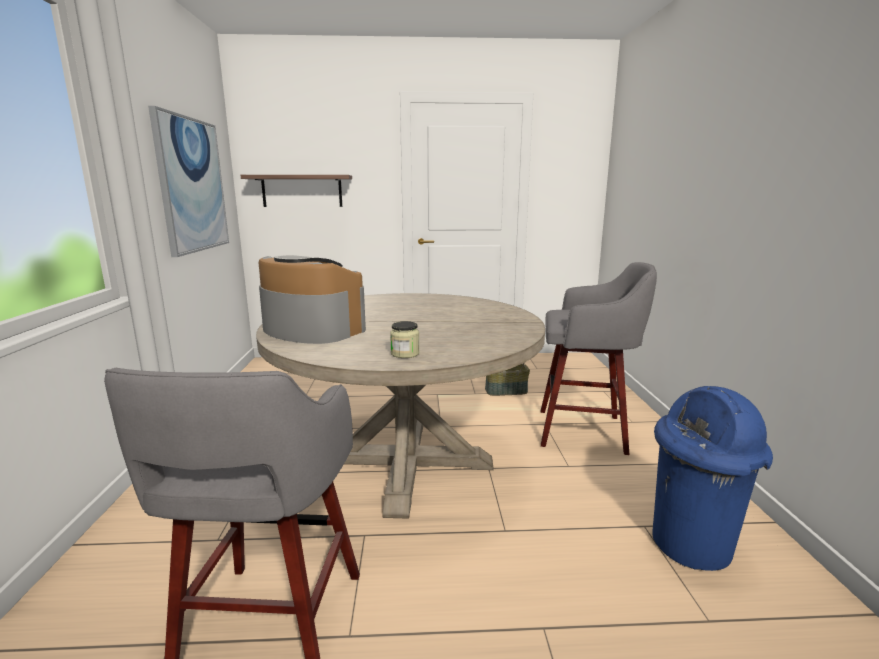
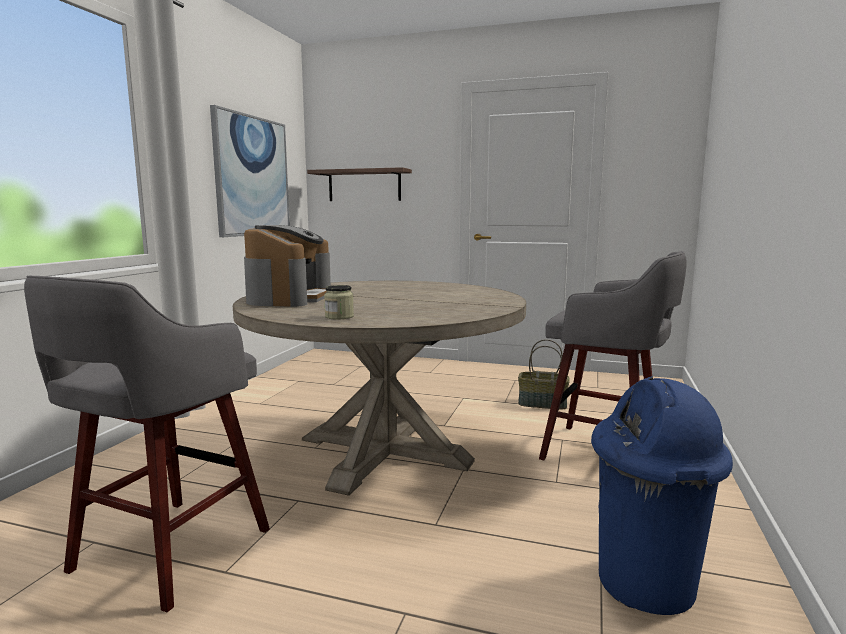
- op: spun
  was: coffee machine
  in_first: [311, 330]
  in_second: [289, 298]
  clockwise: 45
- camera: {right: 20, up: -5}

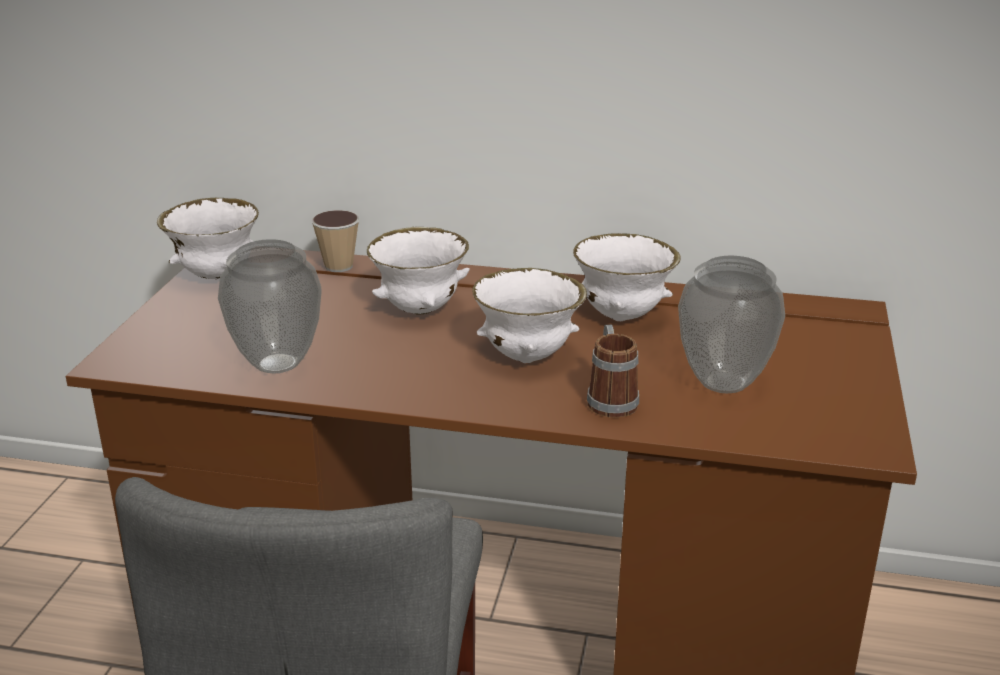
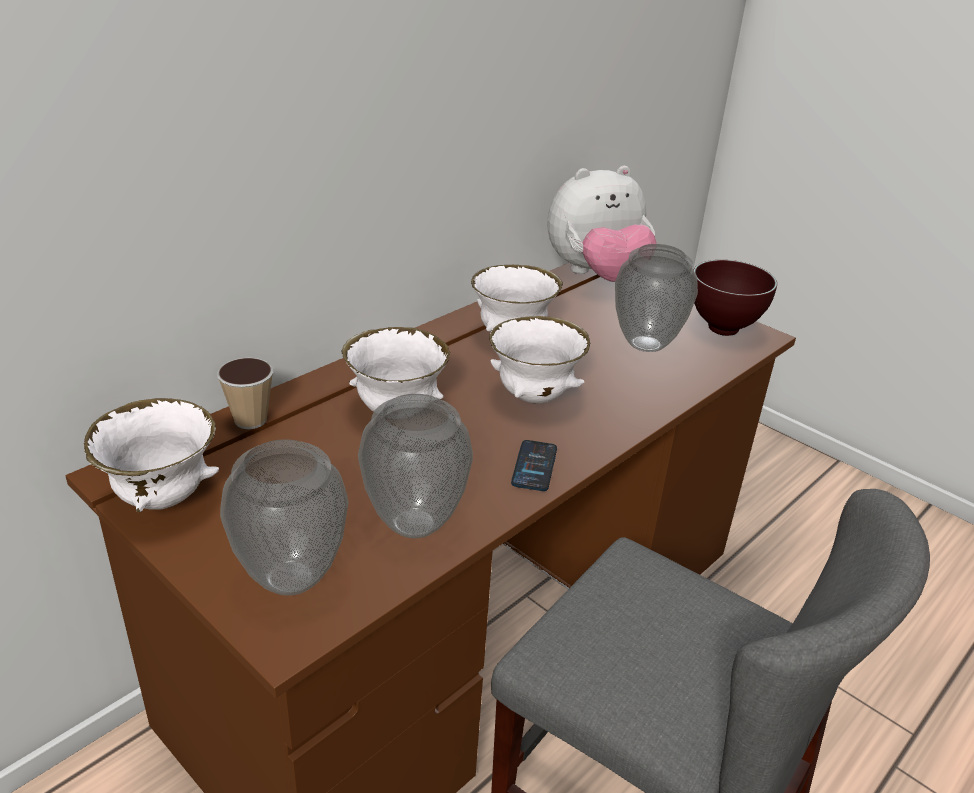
- op: missing
  was: mug
  in_first: [610, 399]
- op: appeared
  now: vase
  in_second: [290, 579]
- op: appeared
  now: phone
  in_second: [534, 466]
- op: appeared
  now: plush toy
  in_second: [596, 276]
- op: appeared
  now: brown bowl
  in_second: [723, 331]
- camera: {right: -60, up: 5}

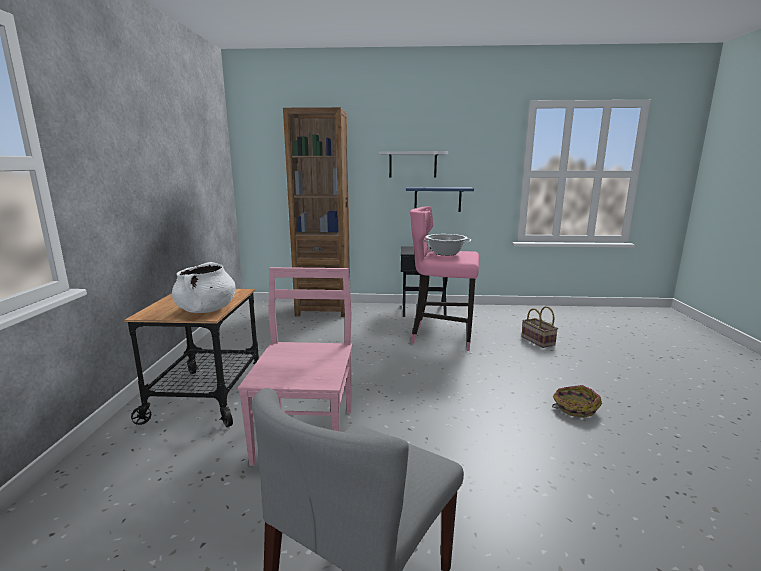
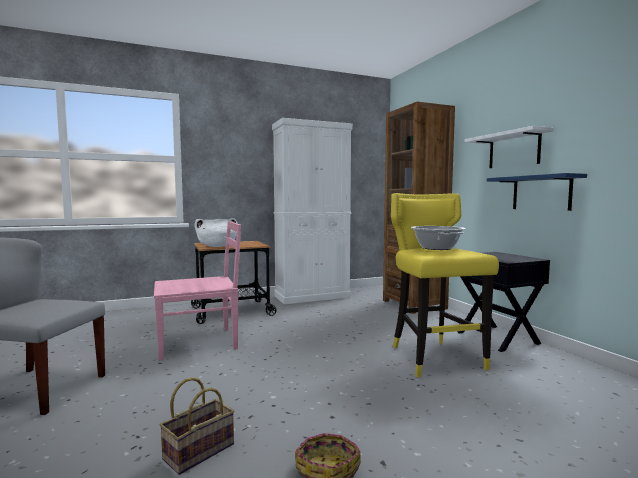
- op: colour
  was: pink stool
  now: yellow stool
  in_first: [441, 337]
  in_second: [434, 358]
- op: relocated
  was: basket
  in_first: [536, 341]
  in_second: [200, 450]
- op: appeared
  now: white cabinet
  in_second: [312, 296]
- camera: {right: 65, up: -10}

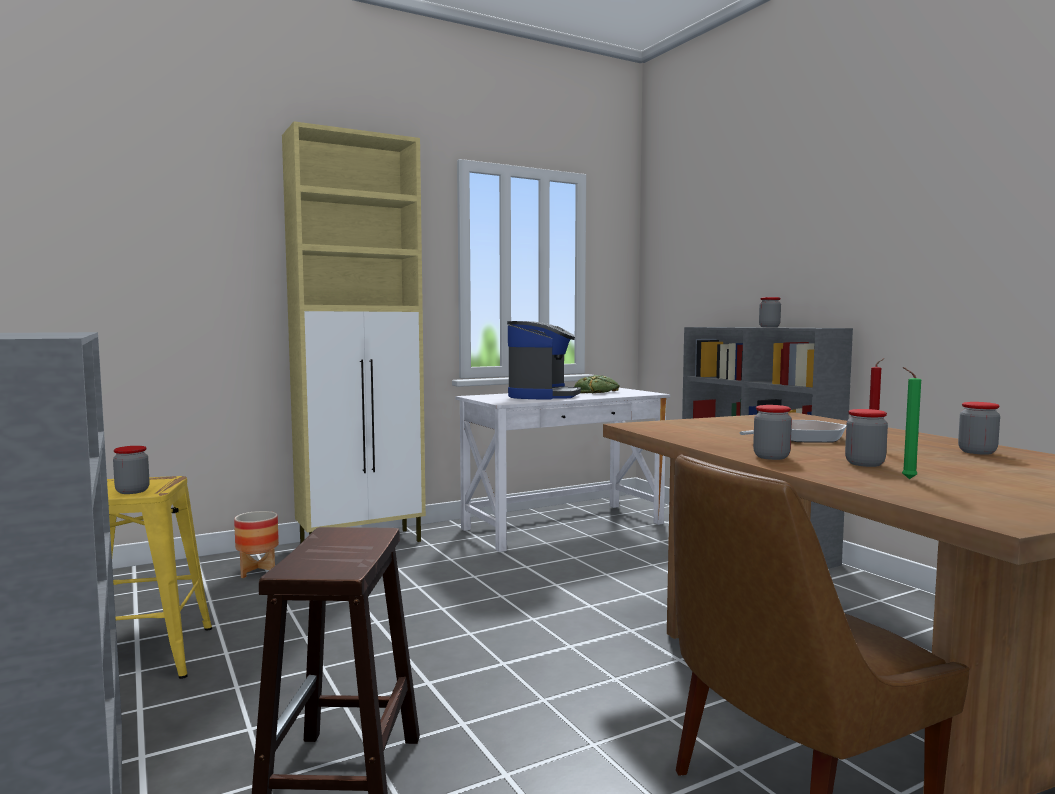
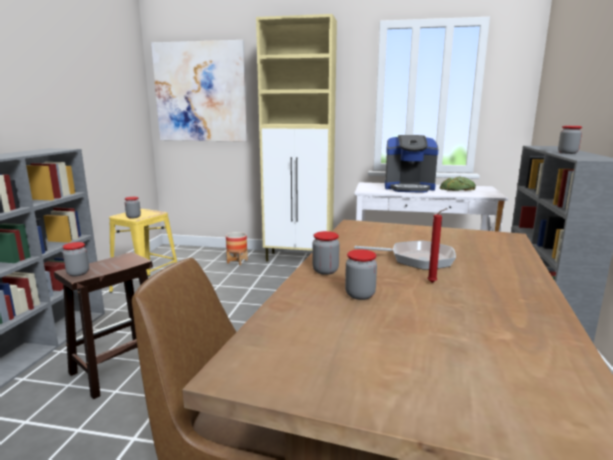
- op: spun
  was: coffee machine
  in_first: [542, 395]
  in_second: [409, 188]
  clockwise: 45
- op: missing
  was: green candle
  in_first: [906, 478]
- op: relocated
  was: jar
  in_first: [977, 452]
  in_second: [78, 273]
- op: appeared
  now: picture
  in_second: [200, 92]
- camera: {right: 40, up: 10}

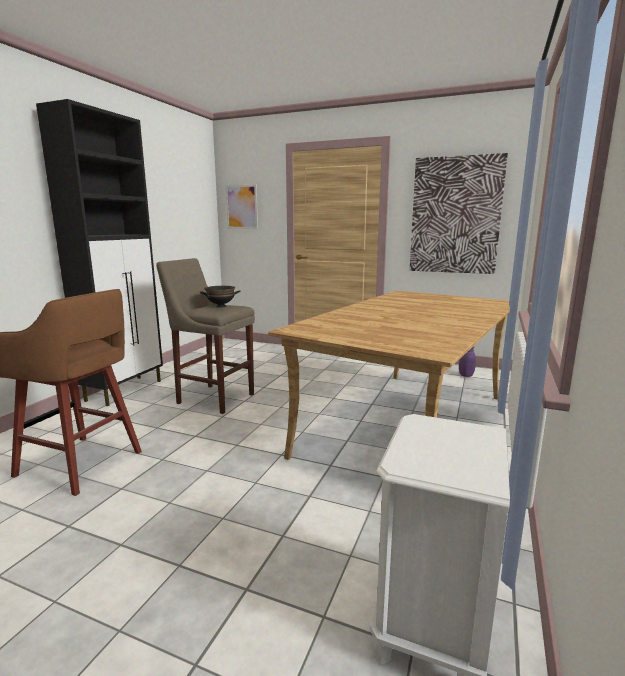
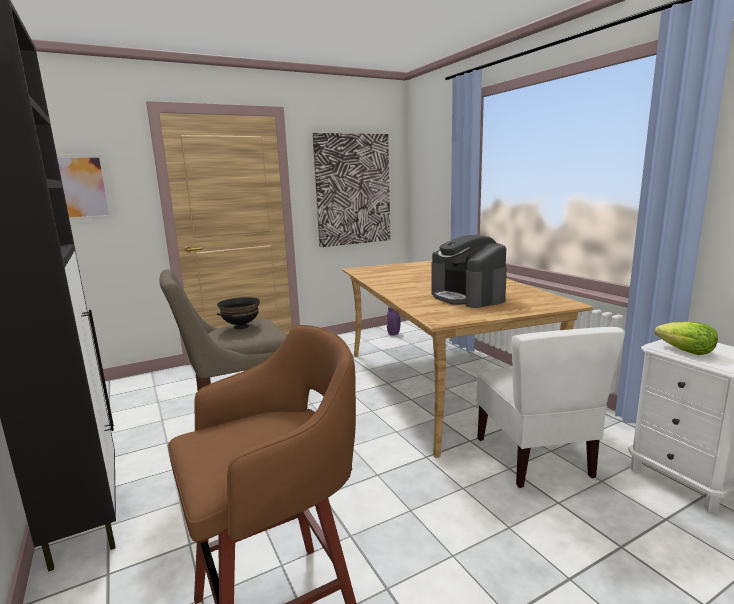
- op: appeared
  now: coffee machine
  in_second: [467, 297]
- op: appeared
  now: white chair
  in_second: [535, 457]
- op: appeared
  now: lettuce
  in_second: [686, 351]
- camera: {right: -50, up: 0}

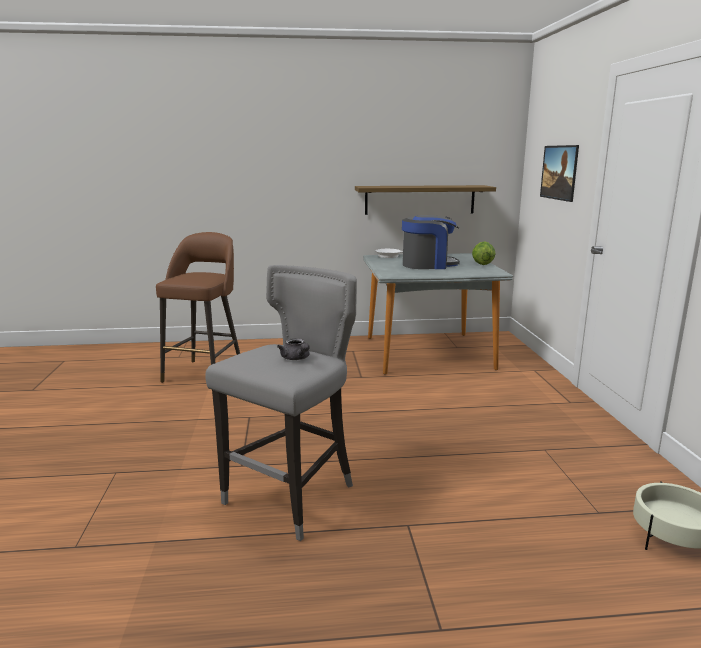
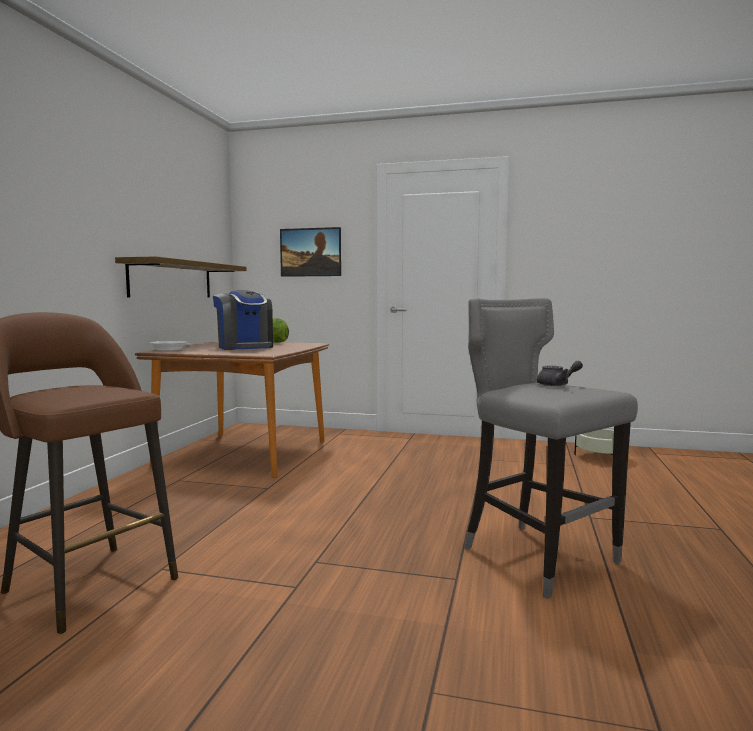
- op: colour
  was: grey dining table
  now: brown dining table
  in_first: [427, 353]
  in_second: [243, 454]
- op: spun
  was: coffee machine
  in_first: [428, 265]
  in_second: [245, 347]
  clockwise: 135
- camera: {right: -70, up: -10}

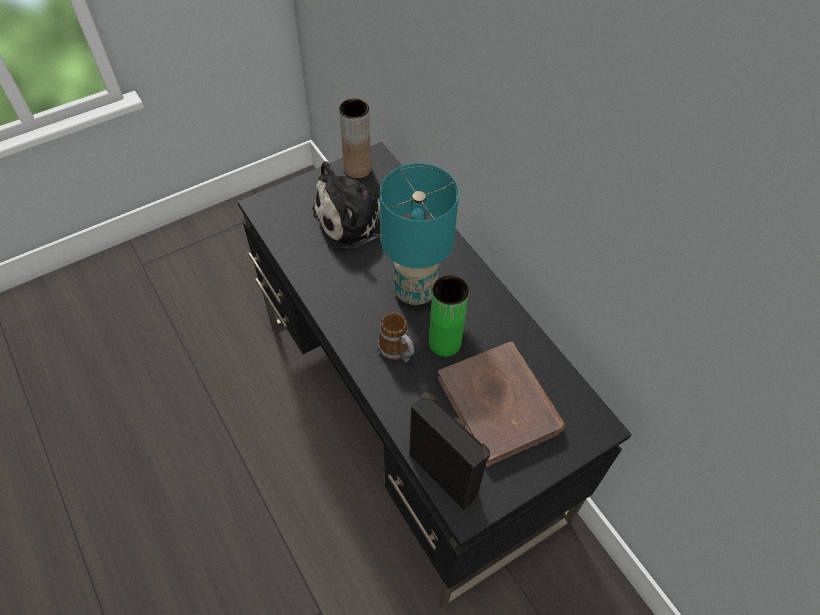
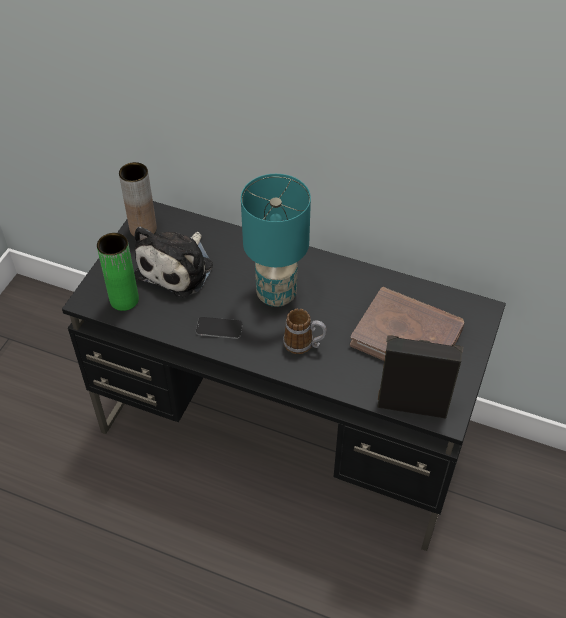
- op: relocated
  was: green vase
  in_first: [444, 343]
  in_second: [124, 300]
- op: appeared
  now: phone
  in_second: [219, 328]
- camera: {right: -35, up: -5}

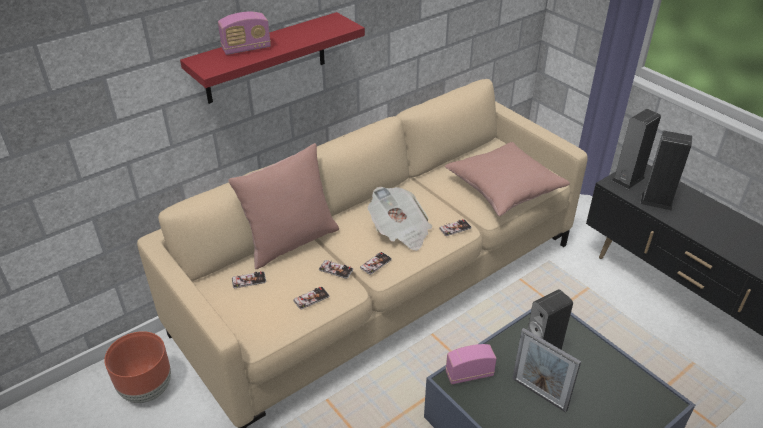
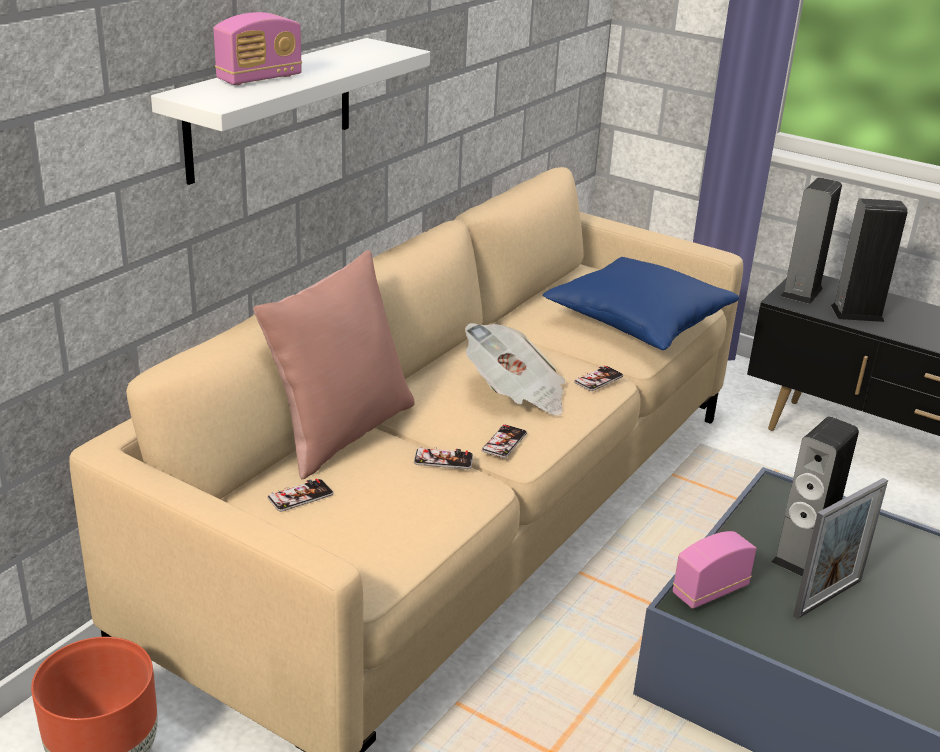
- op: colour
  was: red shelf
  now: white shelf
  in_first: [265, 58]
  in_second: [271, 109]
- op: missing
  was: phone
  in_first: [311, 298]
- op: colour
  was: pink pillow
  now: blue pillow
  in_first: [504, 188]
  in_second: [638, 322]
- op: spun
  was: picture frame
  in_first: [539, 394]
  in_second: [827, 598]
  clockwise: -60
- camera: {right: -20, up: -10}

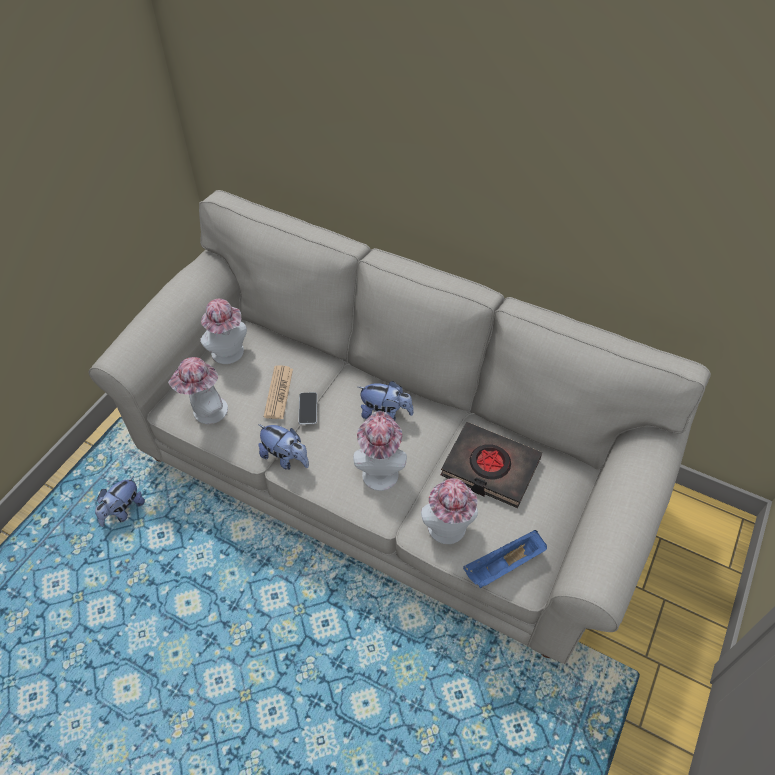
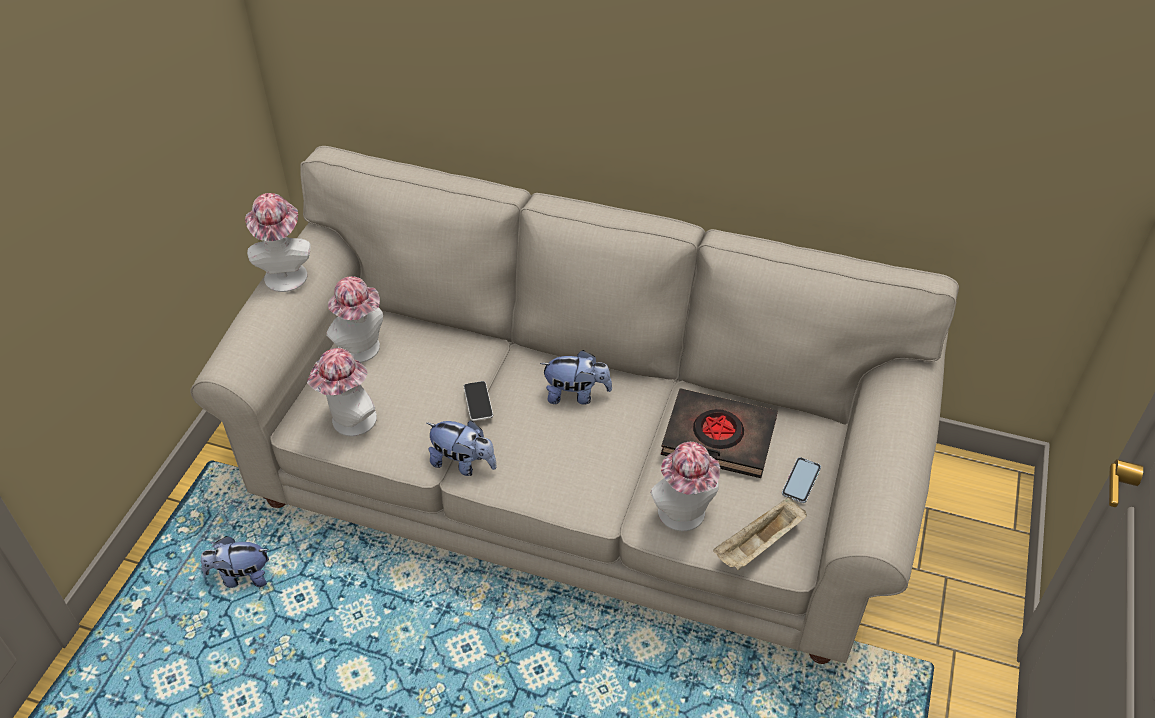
- op: spun
  was: plush toy
  in_first: [123, 511]
  in_second: [241, 576]
  clockwise: 60
- op: missing
  was: newspaper
  in_first: [278, 393]
- op: relocated
  was: hat
  in_first: [380, 470]
  in_second: [285, 273]
- op: colour
  was: blue tray
  now: beige tray
  in_first: [503, 566]
  in_second: [758, 545]
- op: appeared
  now: phone
  in_second: [801, 480]
- camera: {right: -10, up: -5}

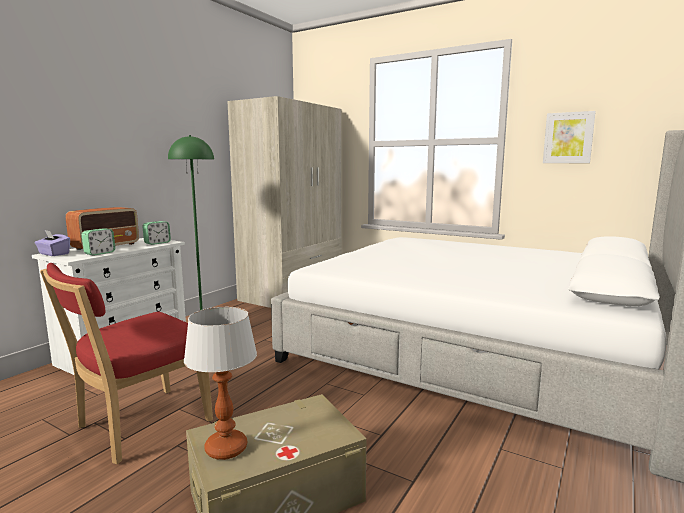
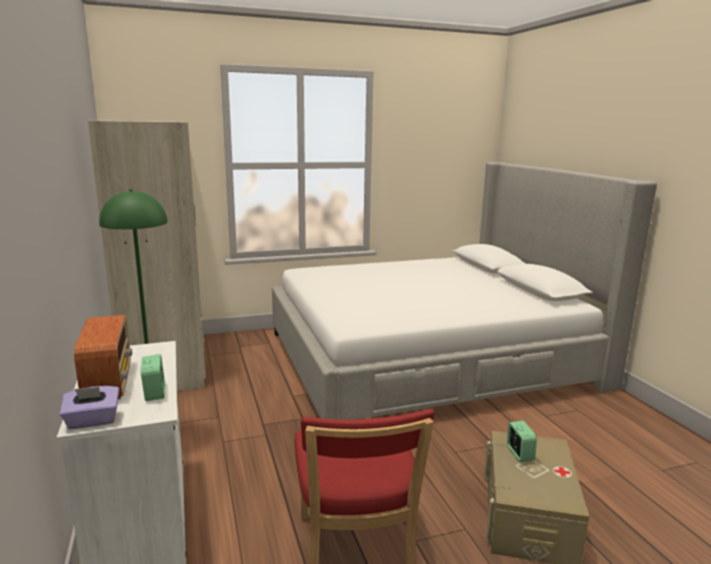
- op: relocated
  was: alarm clock
  in_first: [157, 243]
  in_second: [519, 454]
- op: missing
  was: table lamp
  in_first: [226, 448]
- op: missing
  was: picture
  in_first: [568, 138]
- camera: {right: -50, up: 5}

